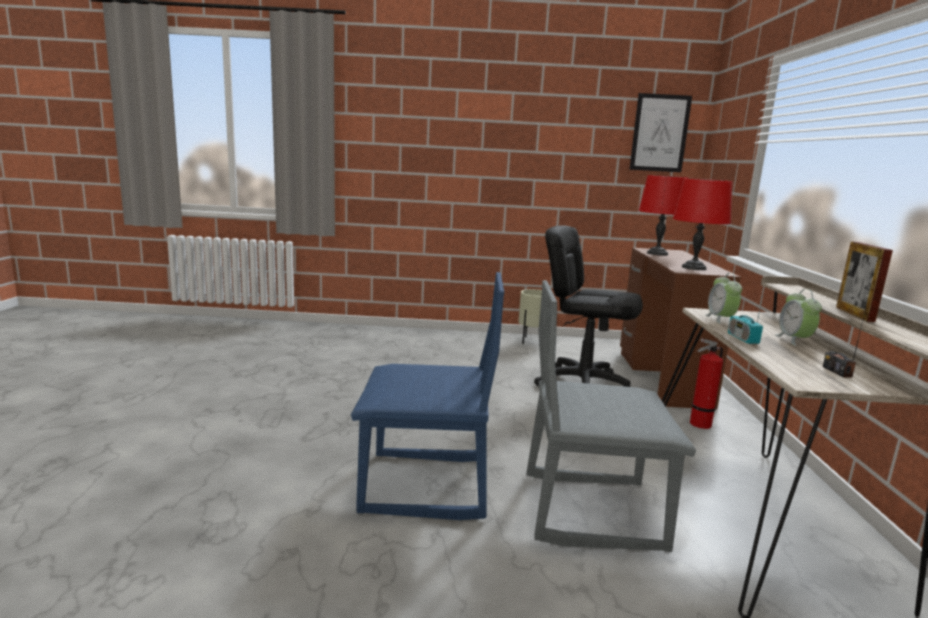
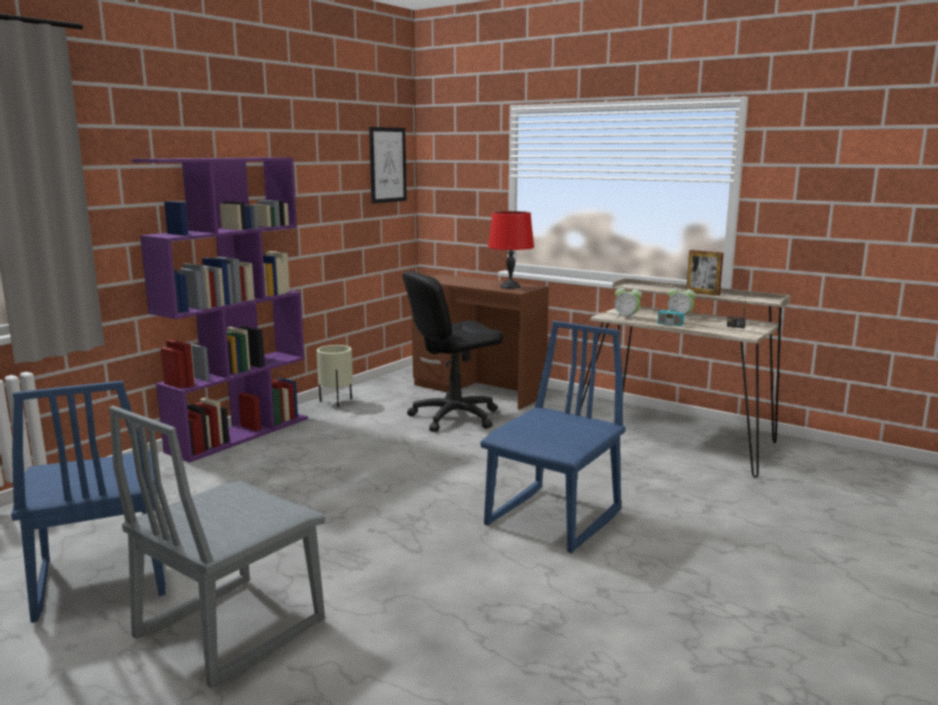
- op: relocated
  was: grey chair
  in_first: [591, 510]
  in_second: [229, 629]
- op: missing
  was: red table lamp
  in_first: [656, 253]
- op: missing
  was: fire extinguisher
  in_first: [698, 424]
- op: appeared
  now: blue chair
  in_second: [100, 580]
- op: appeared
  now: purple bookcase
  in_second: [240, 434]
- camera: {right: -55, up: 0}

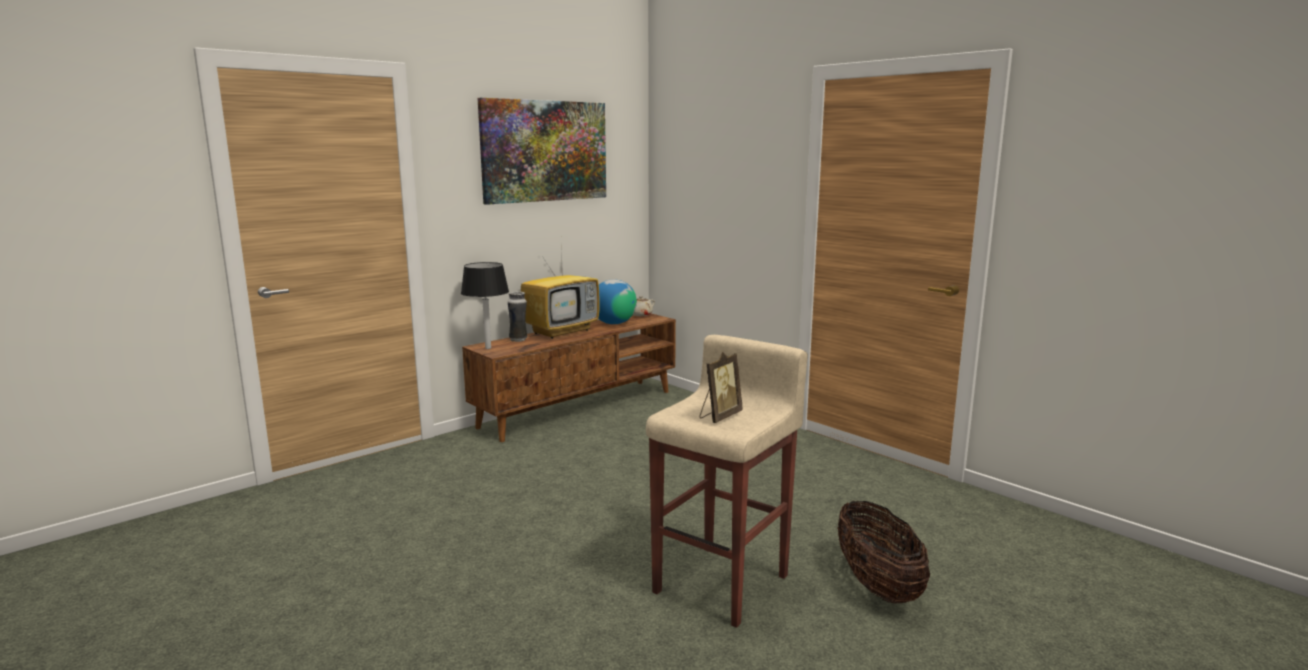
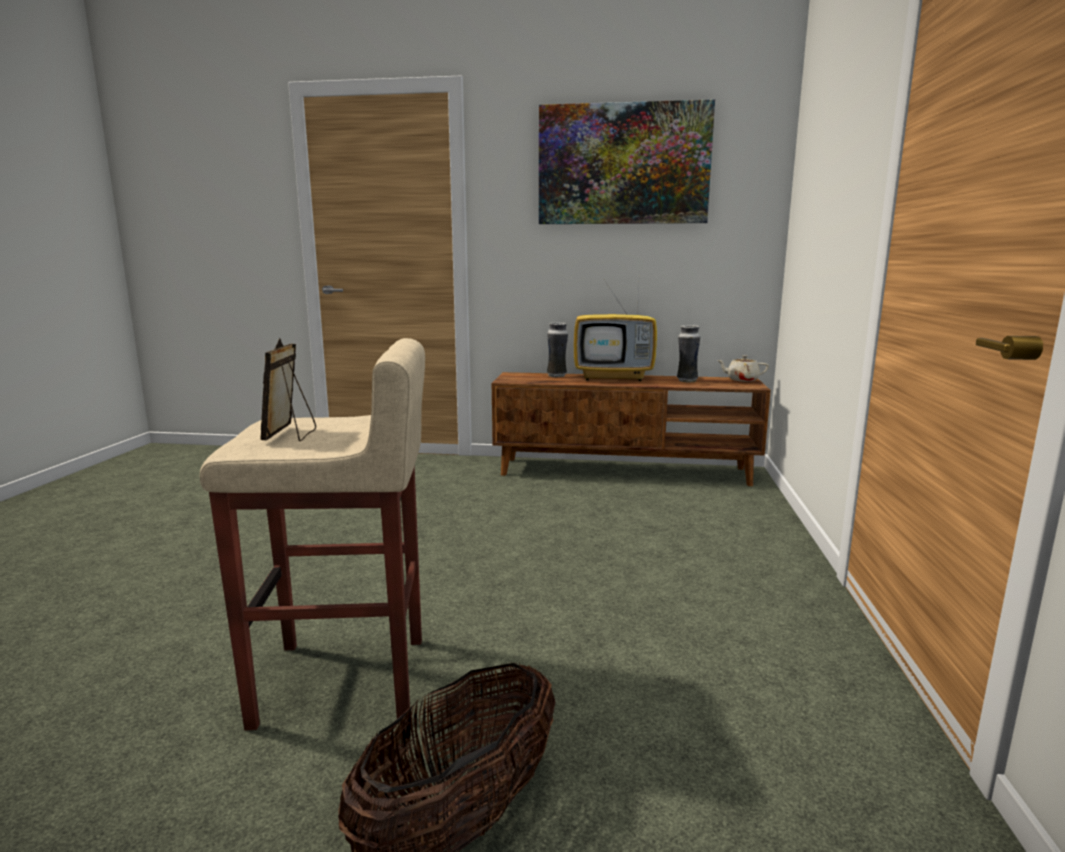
- op: missing
  was: black table lamp
  in_first: [488, 348]
- op: exchanged
  was: globe
  now: vase
  in_first: [614, 323]
  in_second: [686, 381]
- op: spun
  was: picture frame
  in_first: [719, 416]
  in_second: [291, 435]
  clockwise: 90
- camera: {right: 50, up: 0}

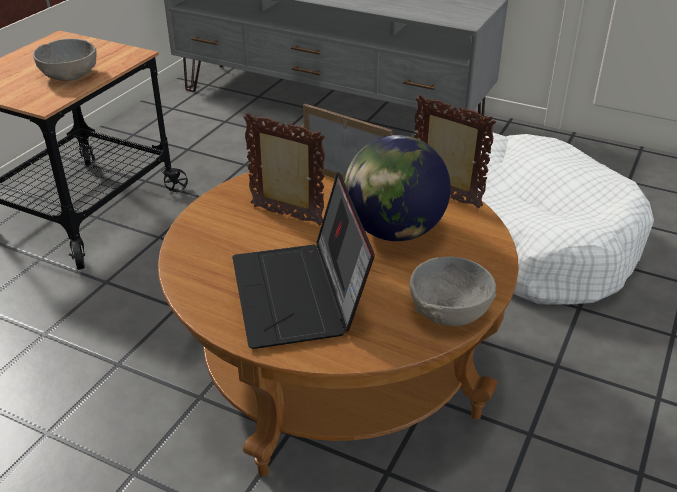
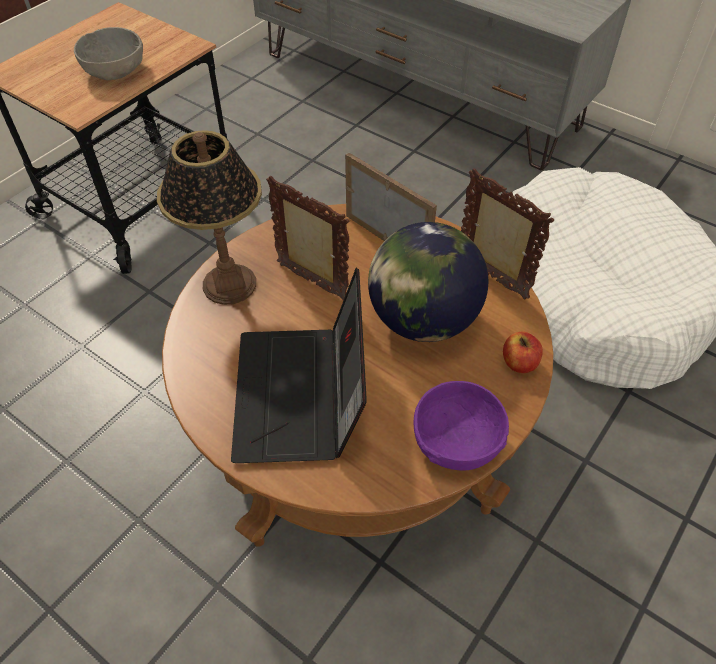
- op: colour
  was: grey bowl
  now: purple bowl
  in_first: [448, 310]
  in_second: [455, 441]
- op: appeared
  now: table lamp
  in_second: [229, 285]
- op: appeared
  now: apple
  in_second: [519, 363]
- camera: {right: 10, up: 15}

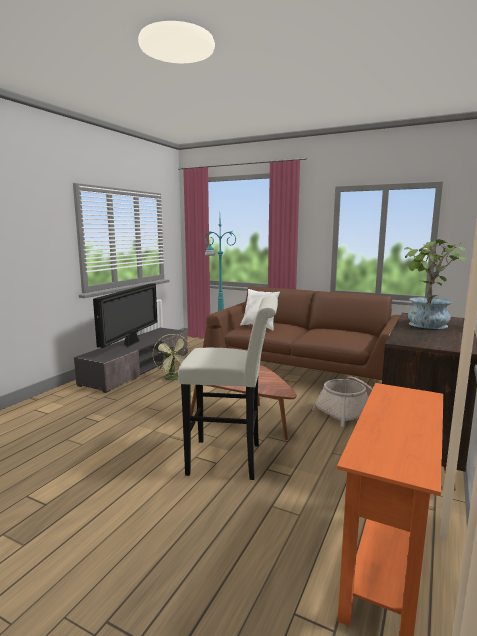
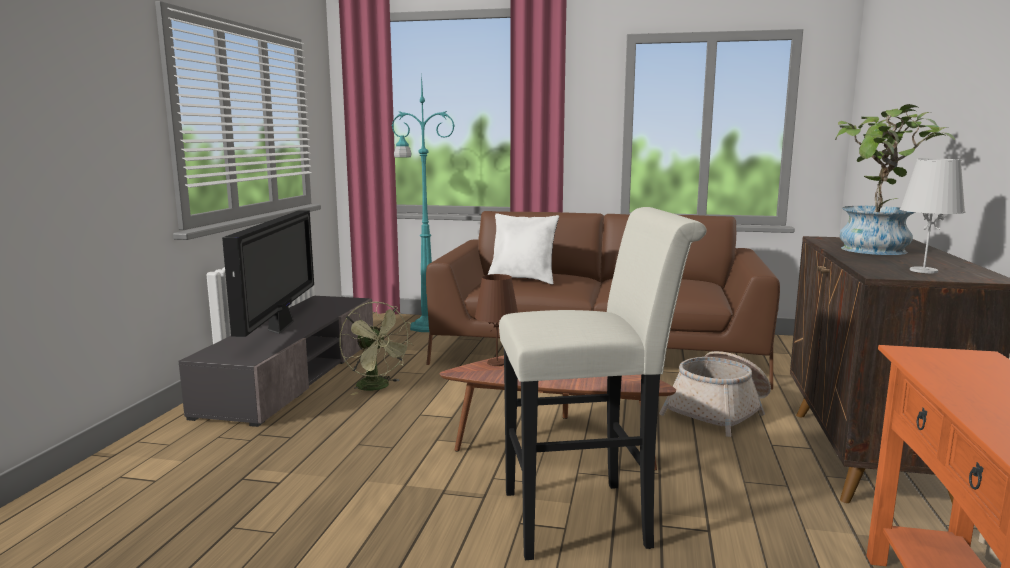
- op: appeared
  now: white table lamp
  in_second: [924, 271]
- camera: {right: -15, up: 0}

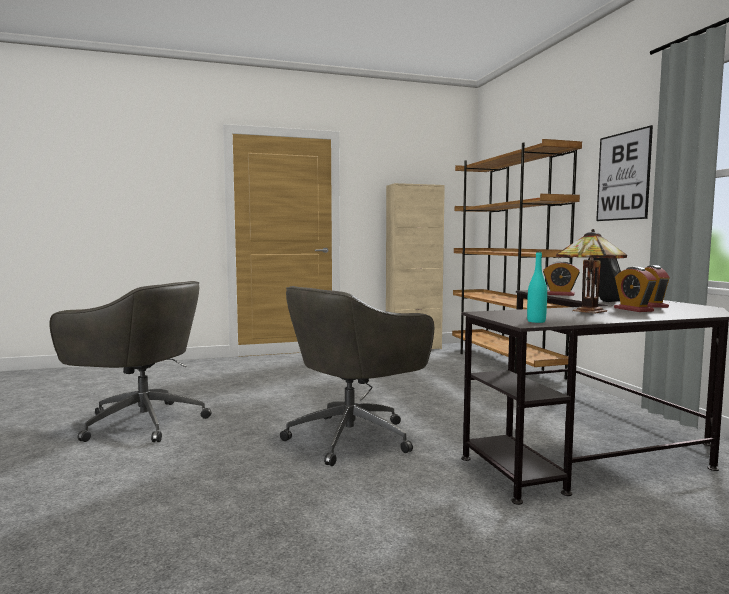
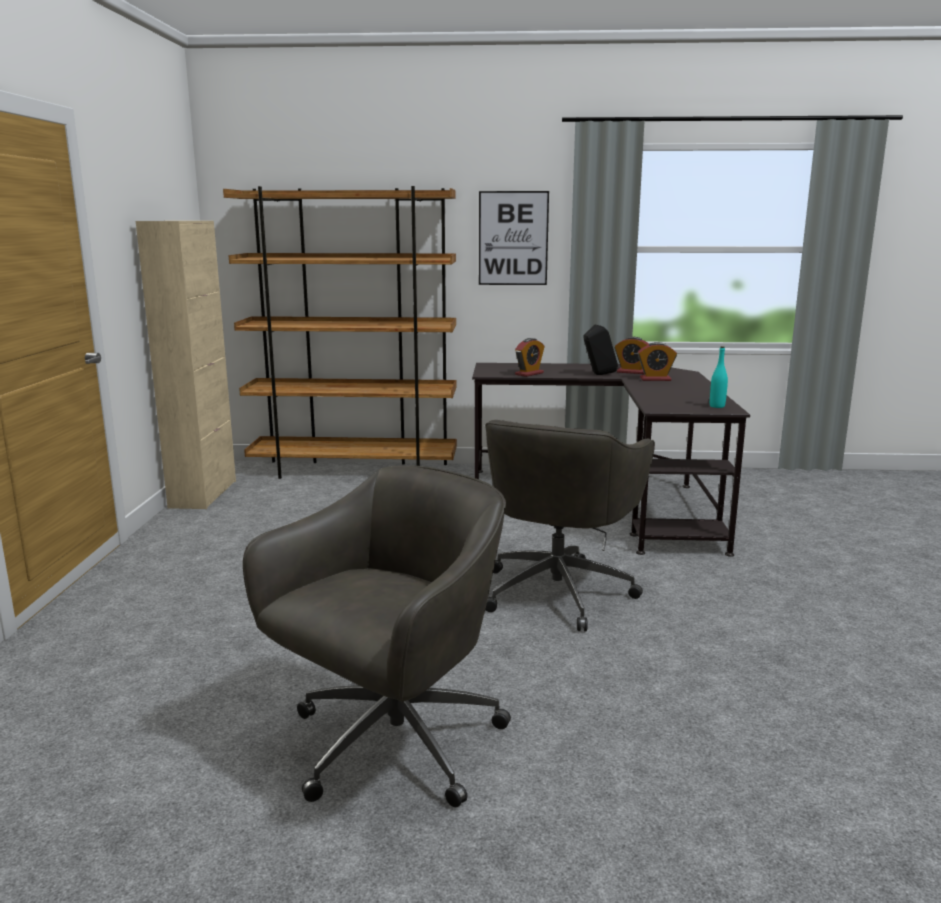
- op: spun
  was: grey office chair
  in_first: [353, 437]
  in_second: [558, 590]
  clockwise: 45
- op: missing
  was: table lamp
  in_first: [586, 311]
- camera: {right: -70, up: 10}

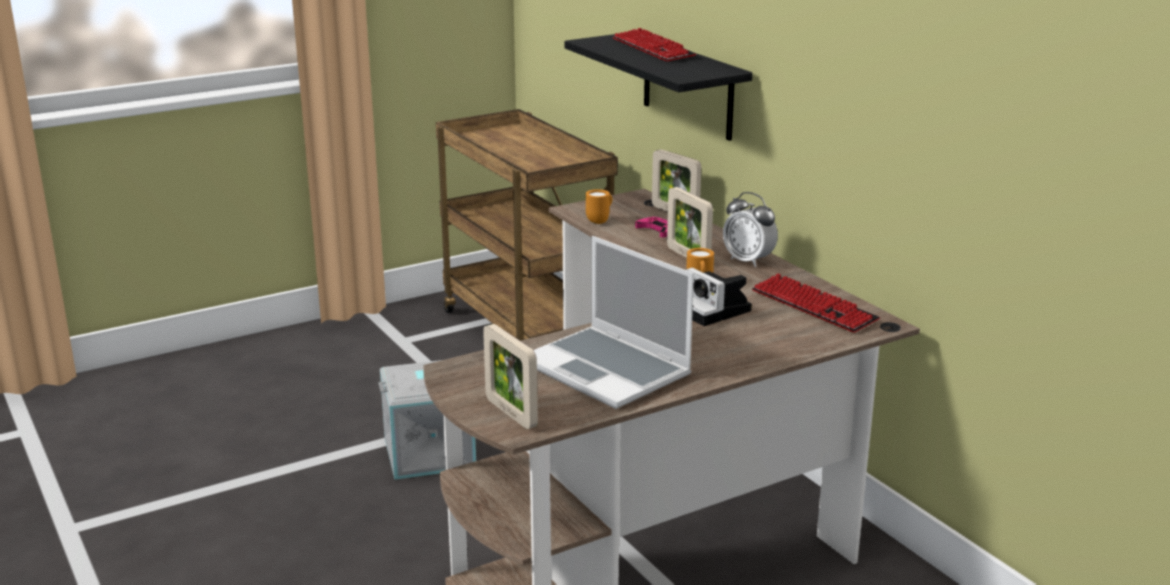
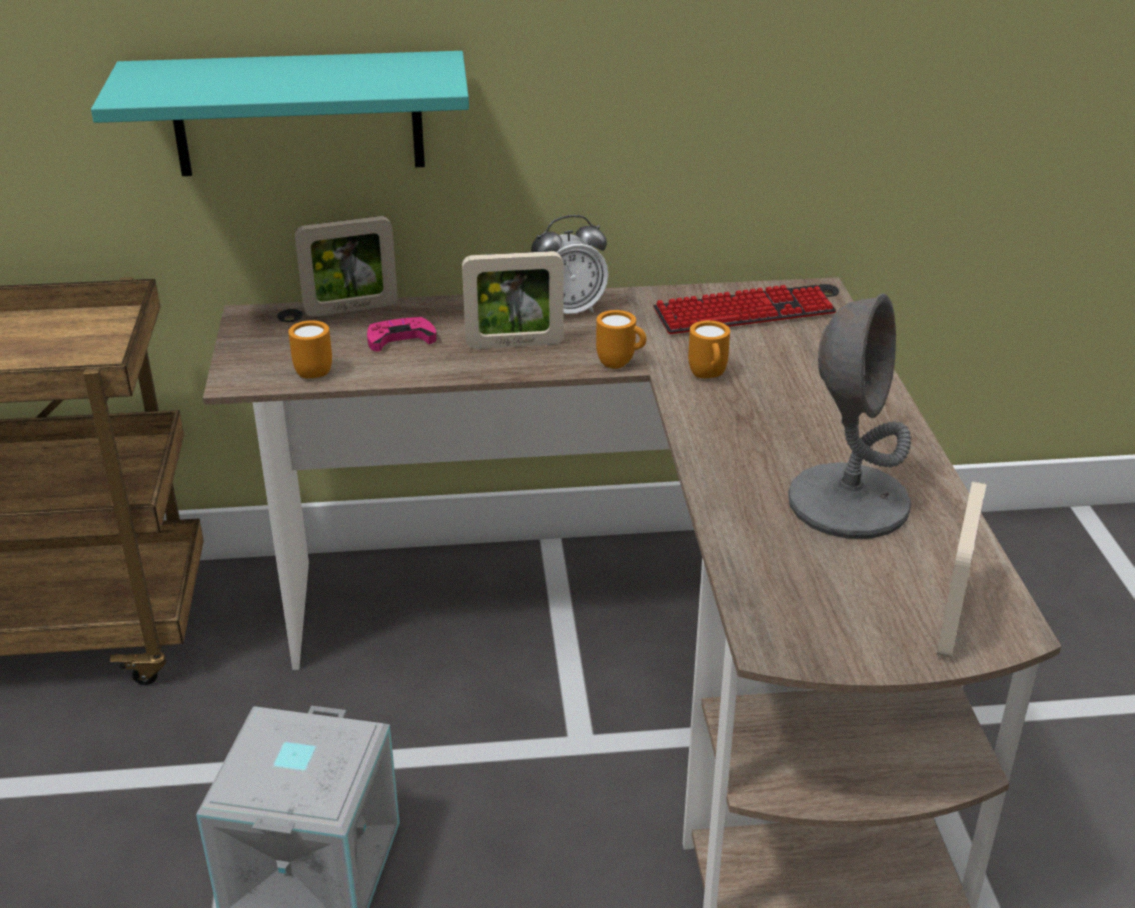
- op: spun
  was: picture frame
  in_first: [511, 413]
  in_second: [951, 620]
  clockwise: 120
- op: exchanged
  was: laptop
  now: grey table lamp
  in_first: [608, 370]
  in_second: [848, 502]
- op: colour
  was: black shelf
  now: turquoise shelf
  in_first: [688, 86]
  in_second: [298, 114]
- op: missing
  was: keyboard
  in_first: [653, 48]
- op: exchanged
  was: photo camera
  now: orange mug
  in_first: [714, 311]
  in_second: [708, 377]
- camera: {right: -65, up: 10}

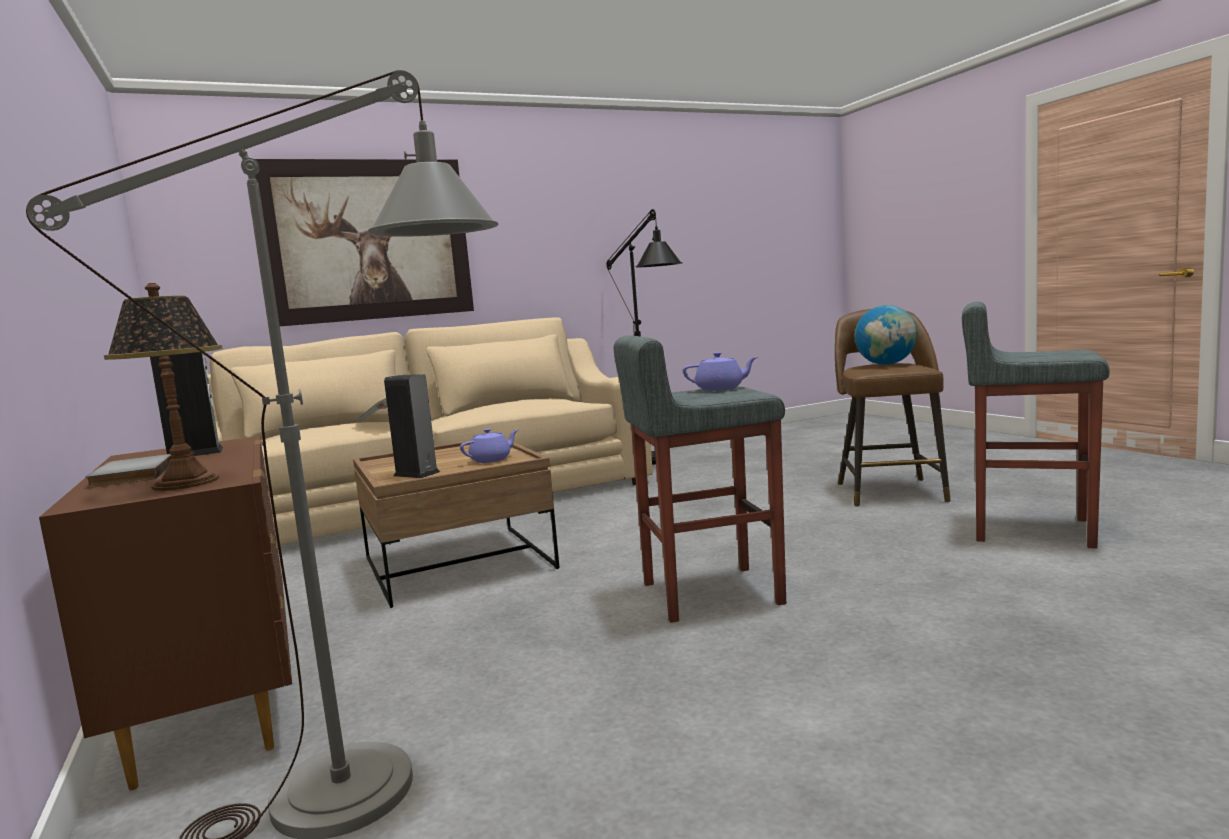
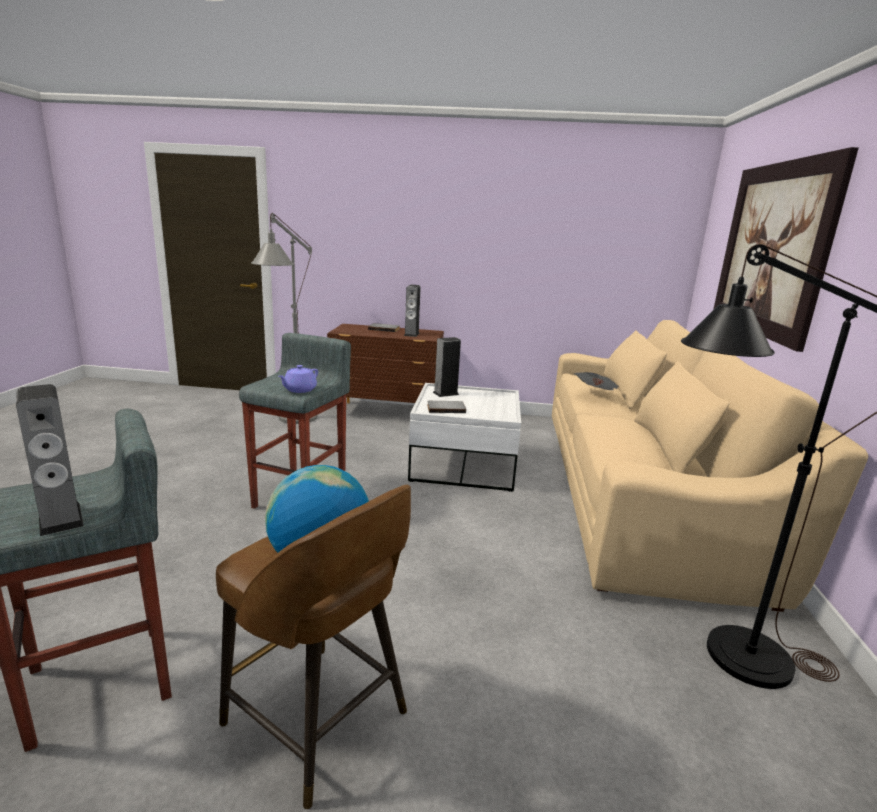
- op: missing
  was: table lamp
  in_first: [187, 482]
- op: colour
  was: brown coffee table
  now: white coffee table
  in_first: [458, 563]
  in_second: [464, 464]
- op: exchanged
  was: purple teapot
  now: grey book
  in_first: [491, 460]
  in_second: [446, 408]
- op: appeared
  now: speaker
  in_second: [60, 519]
- camera: {right: 120, up: 10}

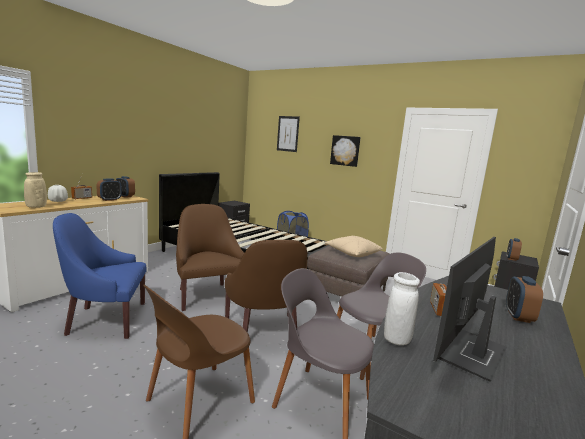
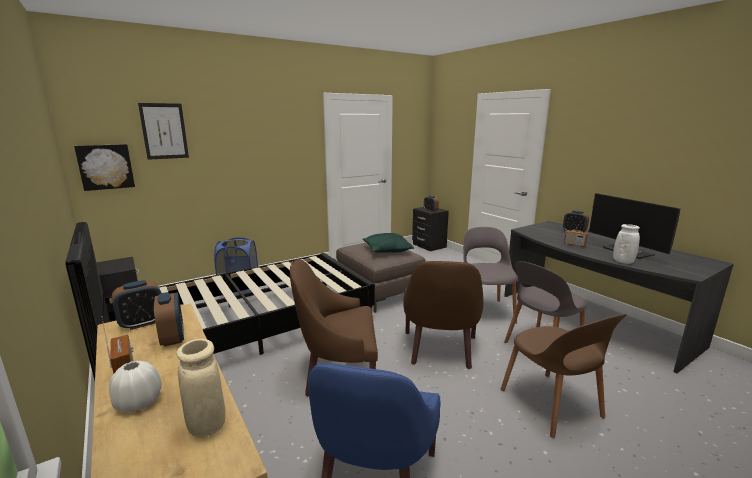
- op: spun
  was: brown armchair
  in_first: [264, 331]
  in_second: [440, 350]
  clockwise: 90
- op: colour
  was: beige pillow
  now: green pillow
  in_first: [352, 253]
  in_second: [387, 251]
- op: relocated
  was: picture
  in_first: [345, 150]
  in_second: [105, 167]
- camera: {right: -65, up: 5}

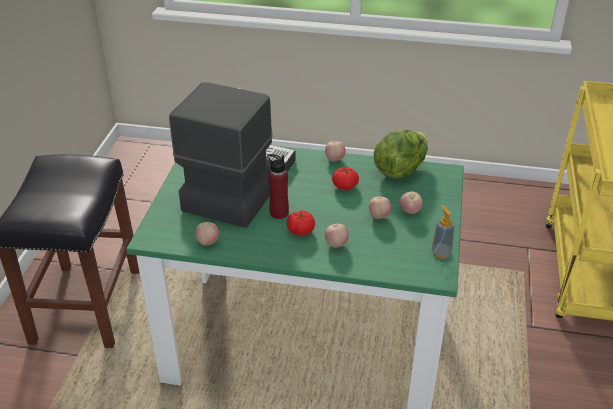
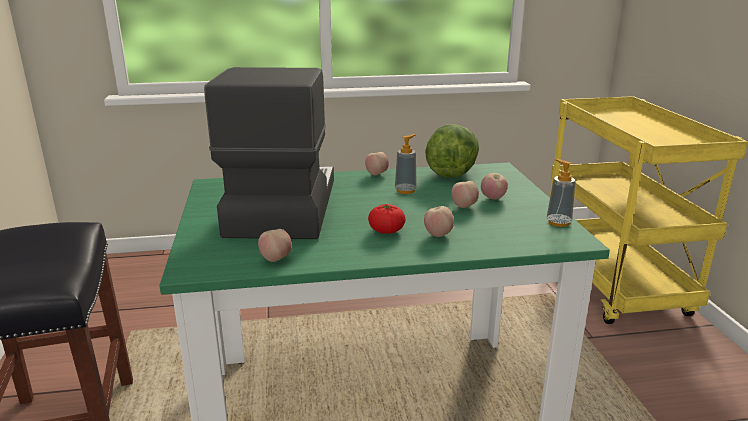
- op: missing
  was: red bottle
  in_first: [279, 213]
- op: exchanged
  was: tomato
  now: soap dispenser
  in_first: [345, 186]
  in_second: [405, 191]
- camera: {right: -20, up: -15}

